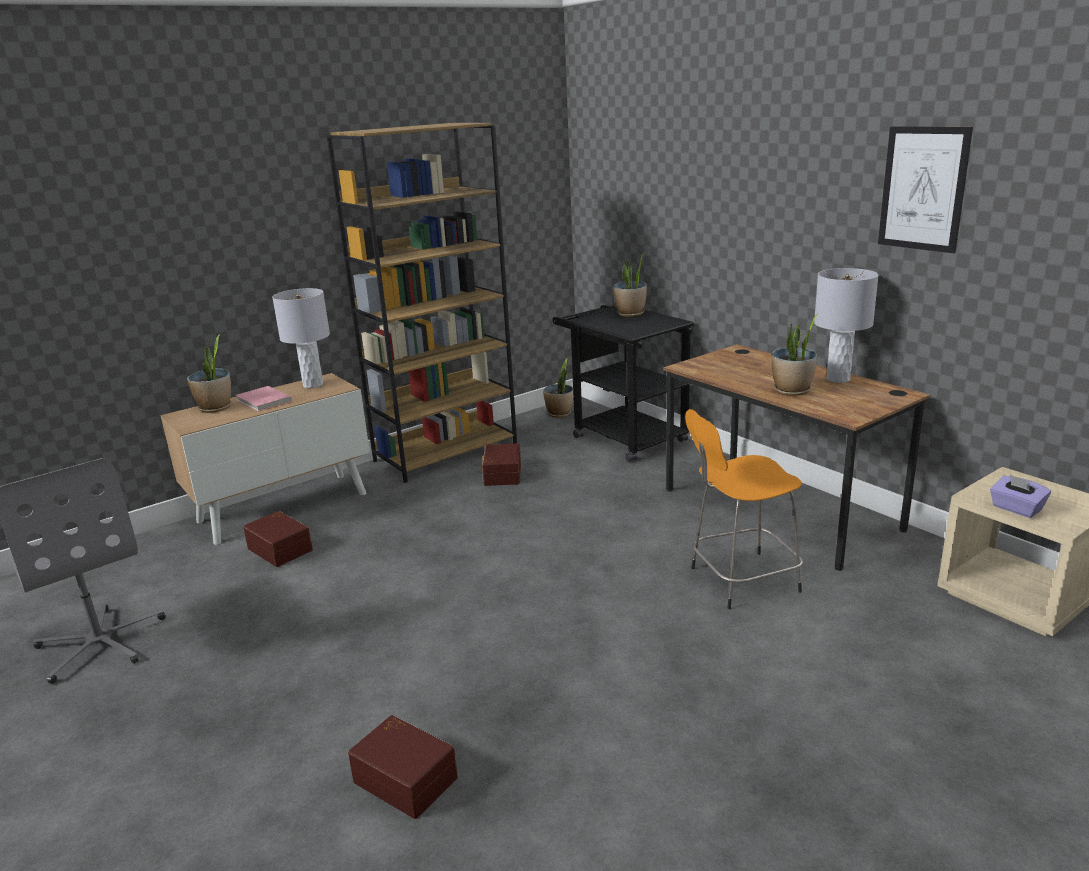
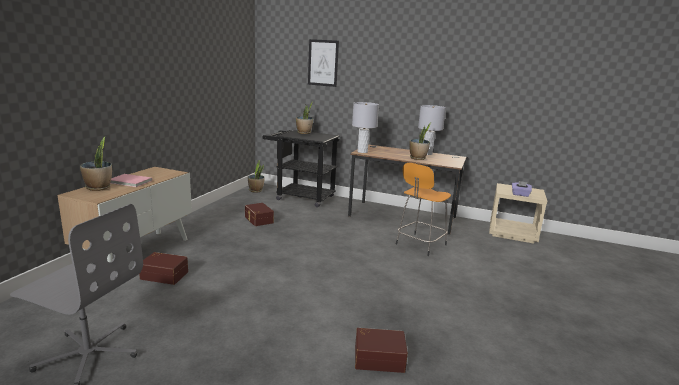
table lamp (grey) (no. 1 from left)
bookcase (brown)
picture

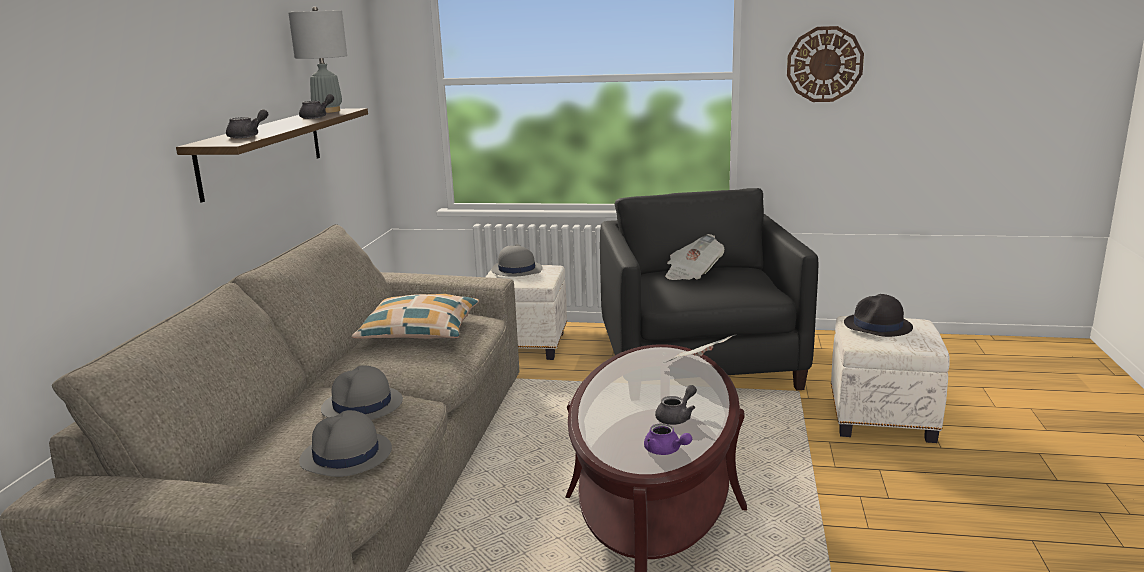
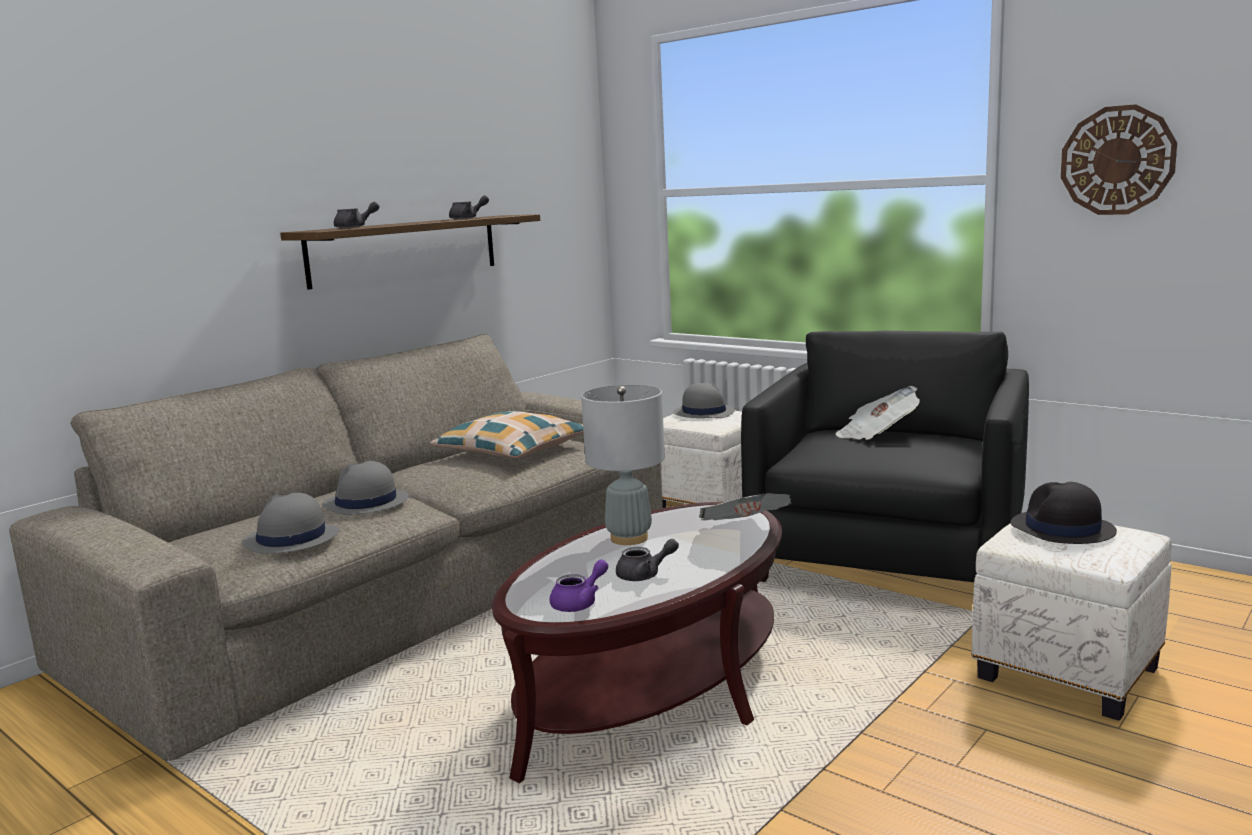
table lamp (grey)
teapot (purple)

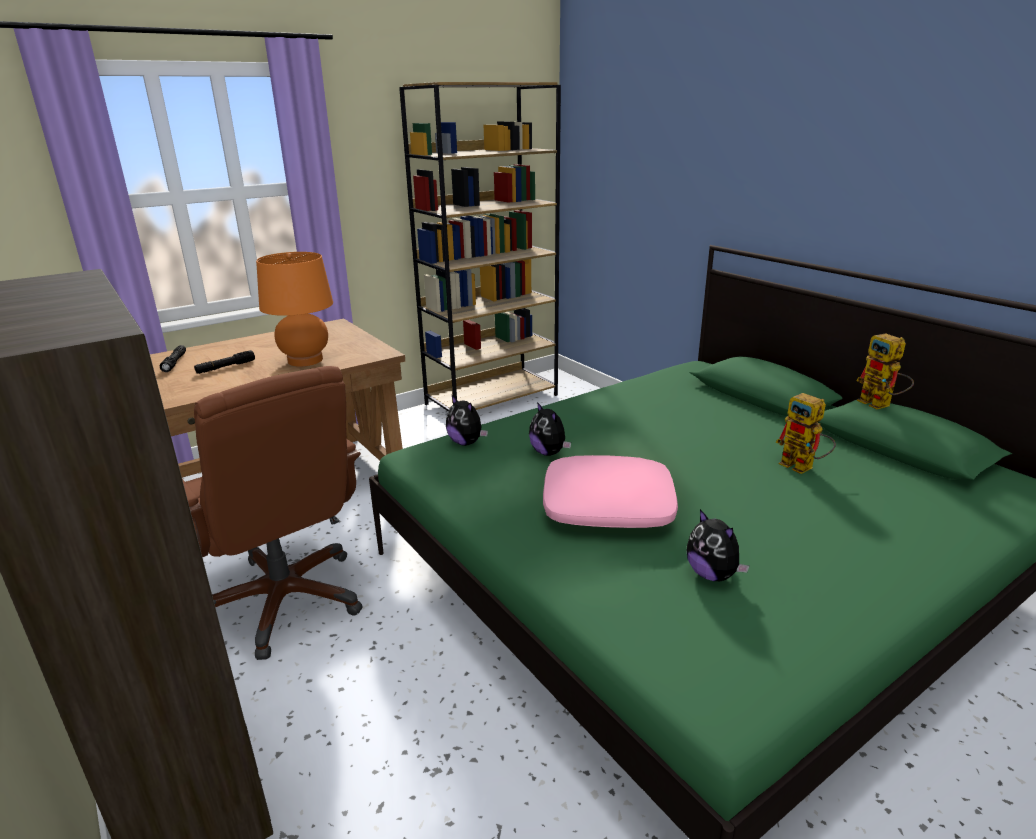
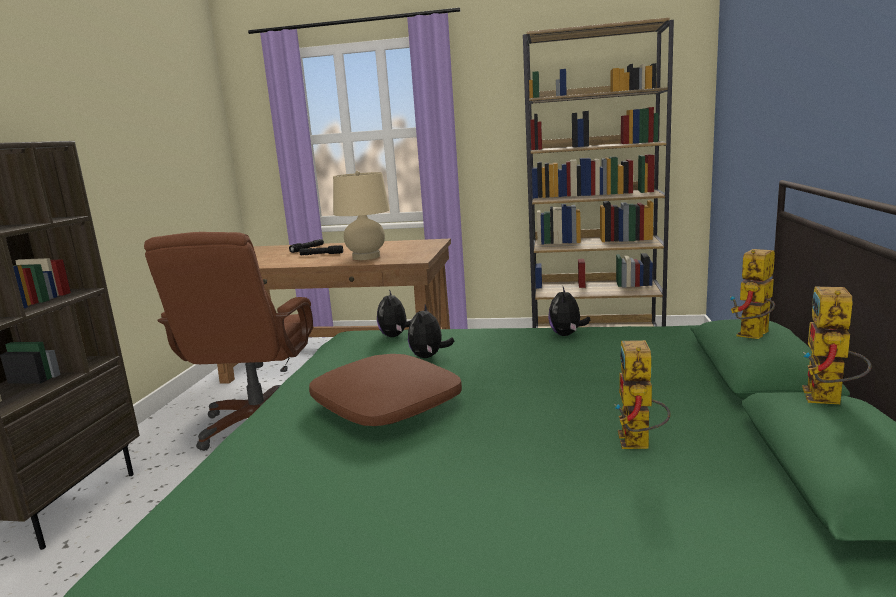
table lamp (beige)
pillow (brown)
plush toy (no. 3 from left)
toy robot (no. 2 from left)

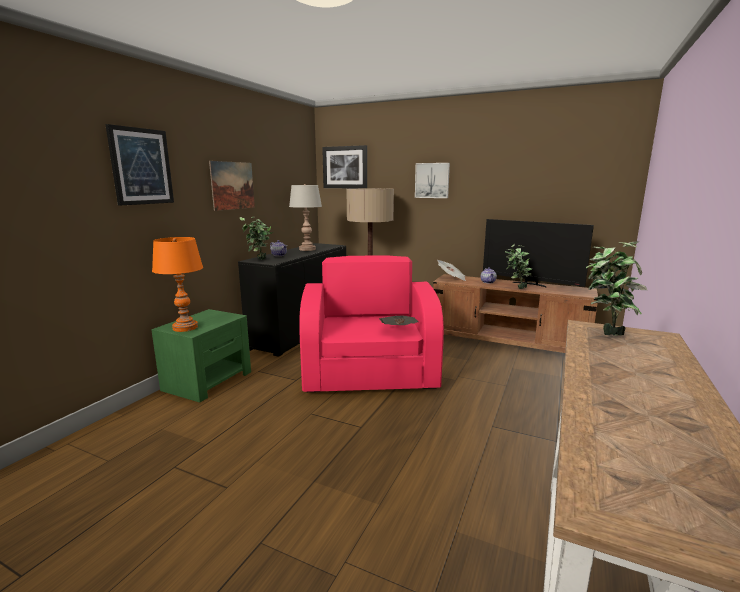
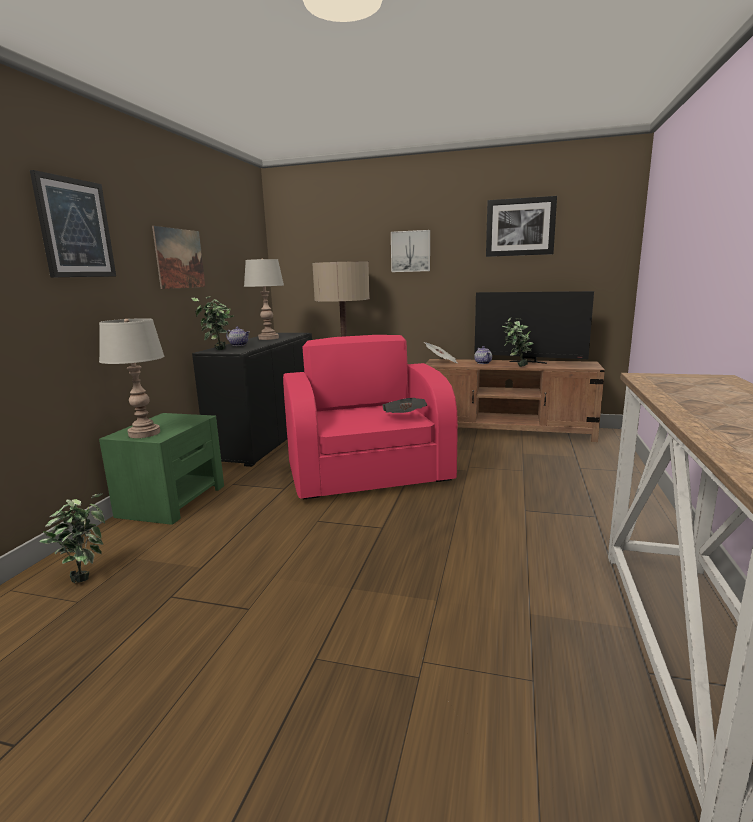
table lamp (grey) (no. 1 from left)
picture (no. 4 from left)
potted plant (no. 1 from left)

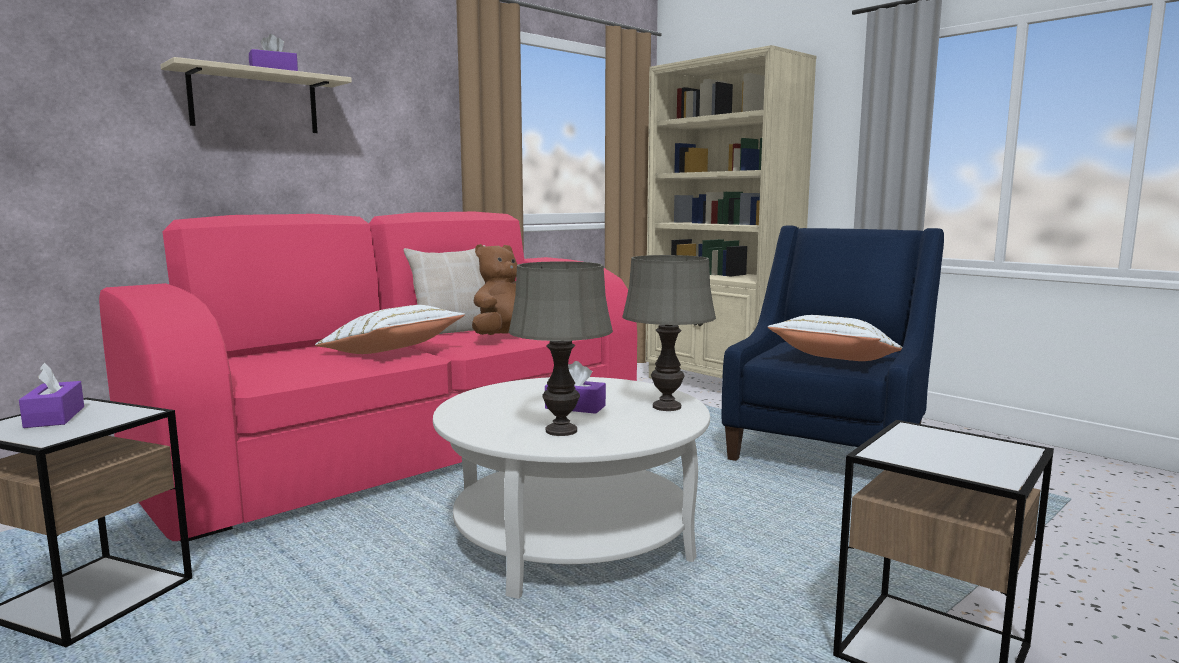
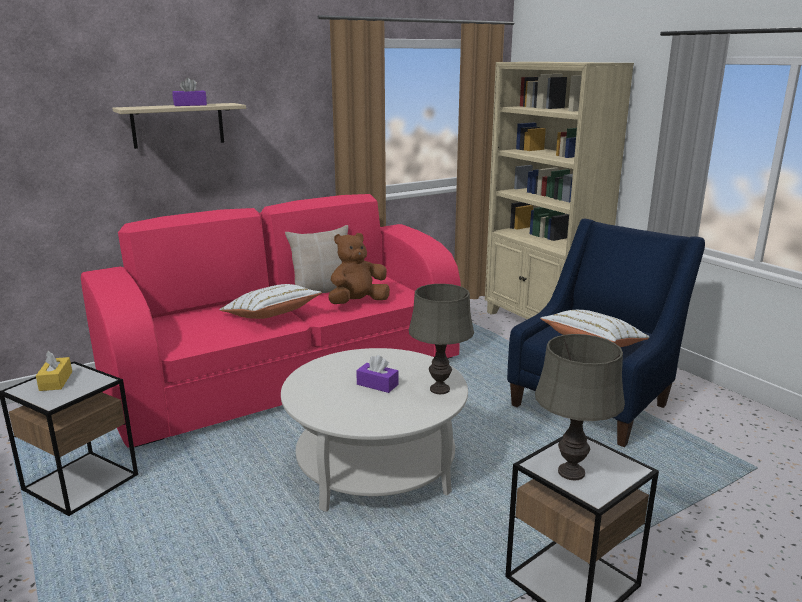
tissue box (yellow)
table lamp (grey) (no. 2 from left)

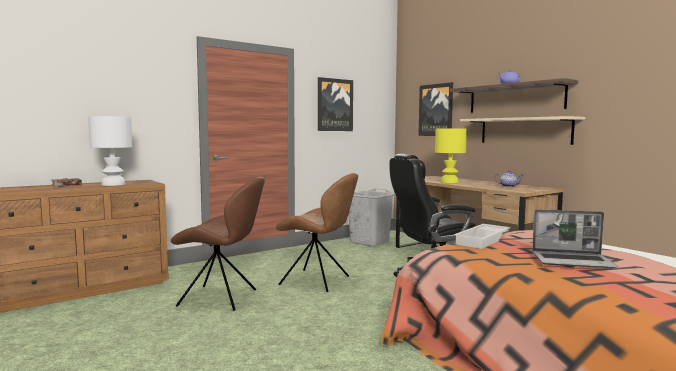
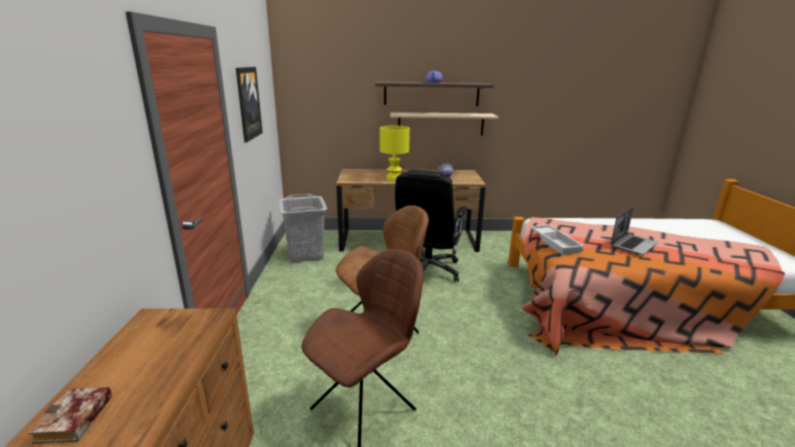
table lamp (white)
picture (no. 2 from left in the first image)

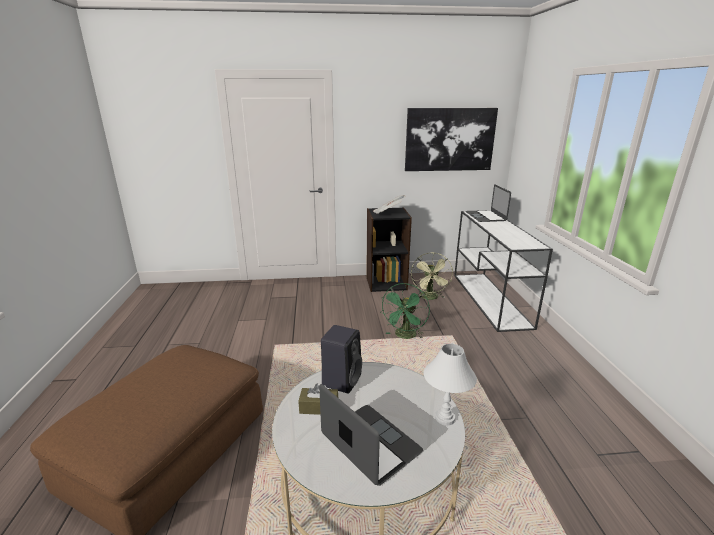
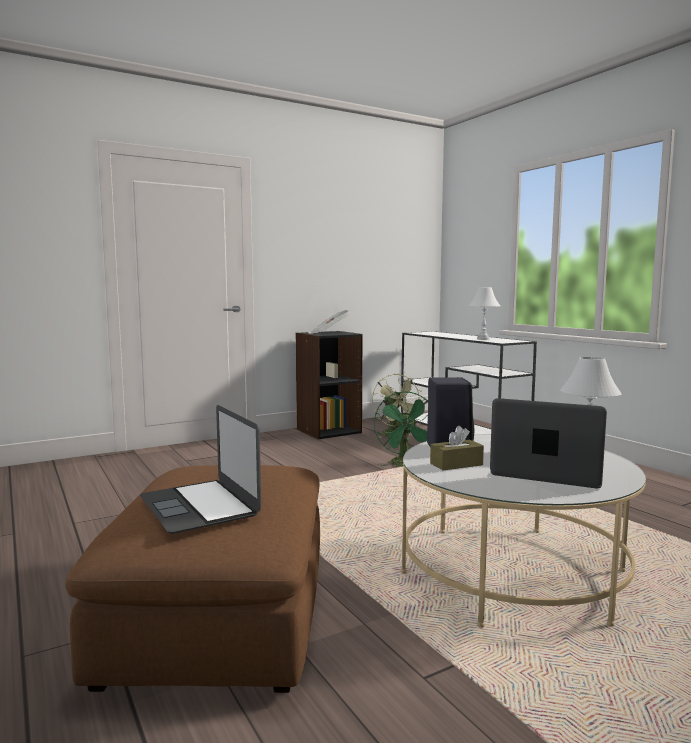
picture
laptop (no. 1 from left)
table lamp (white) (no. 1 from left)

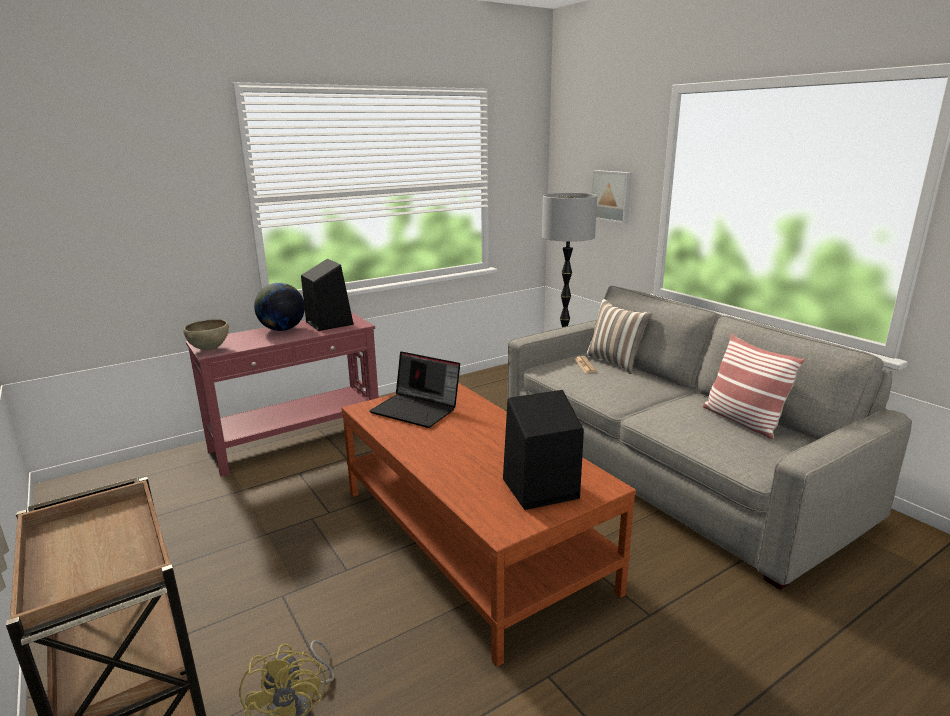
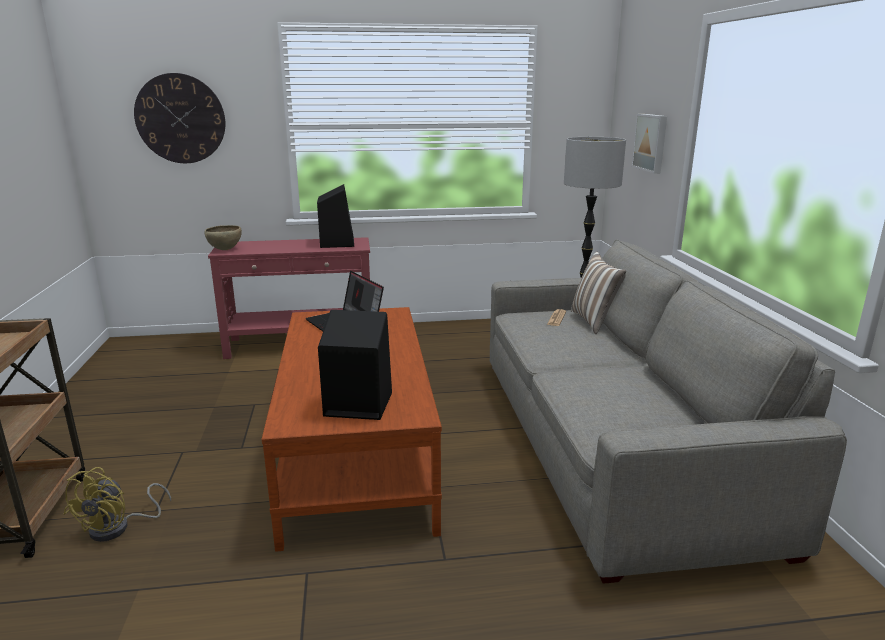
globe
pillow (no. 2 from left in the first image)
wall clock

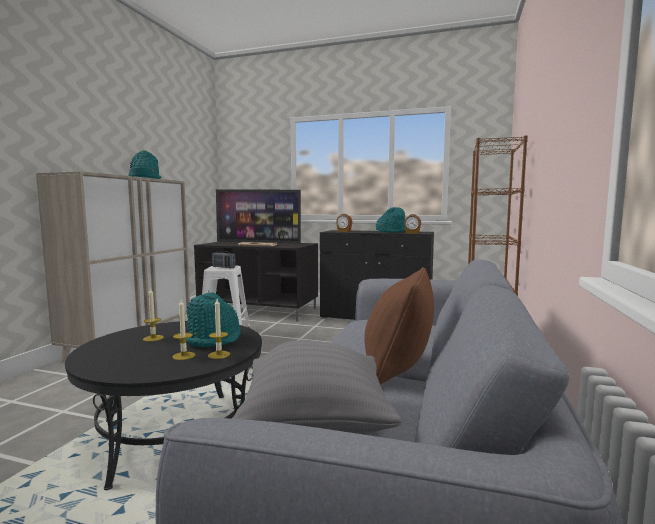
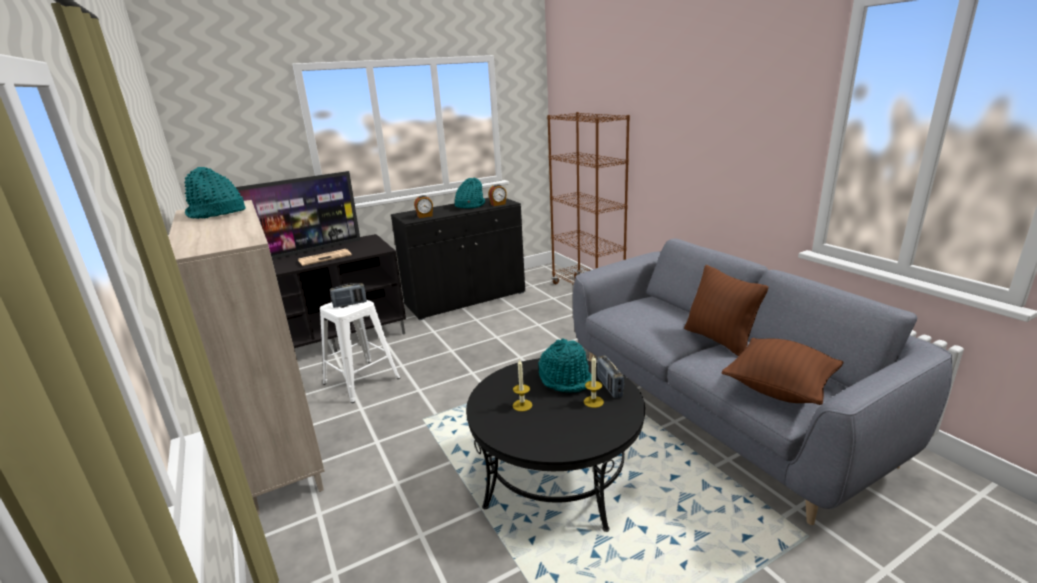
radio (no. 2 from left)
pillow (brown) (no. 2 from left)

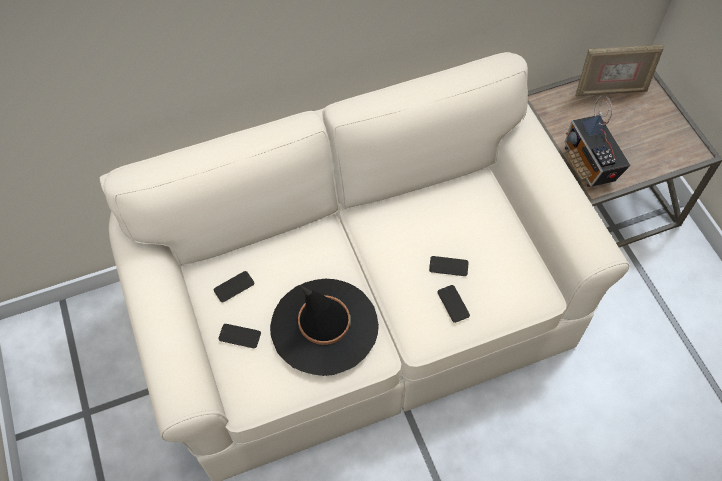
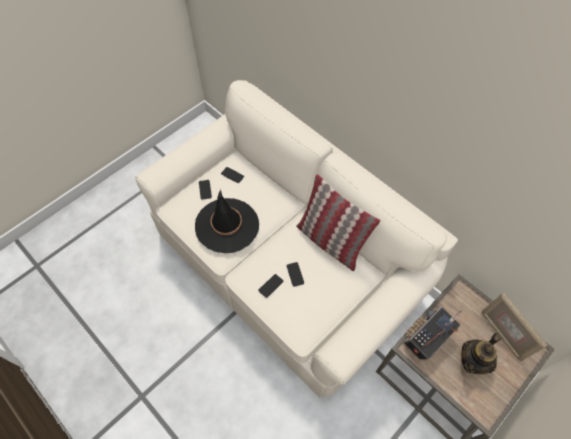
pillow
teapot

